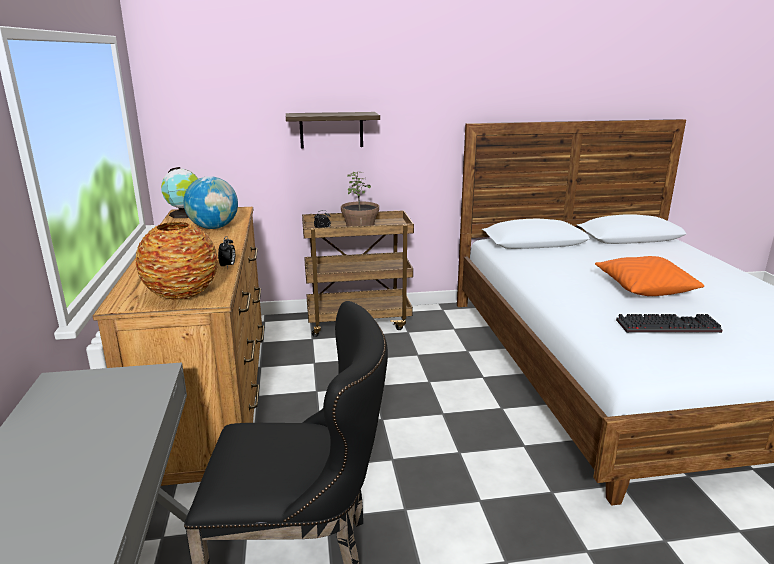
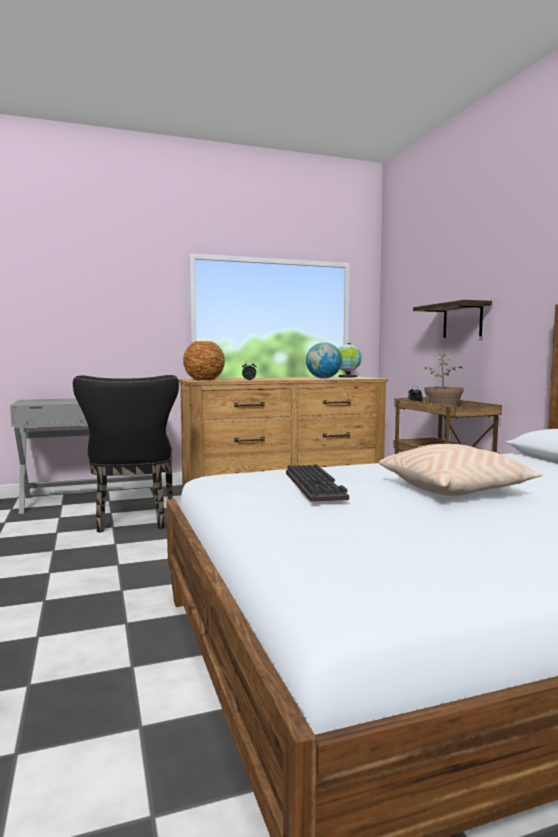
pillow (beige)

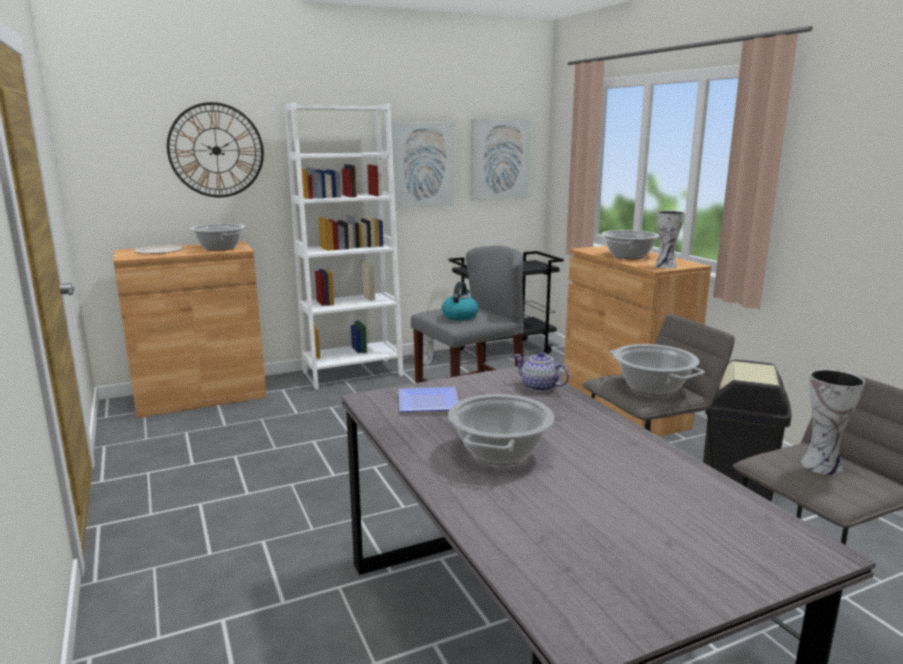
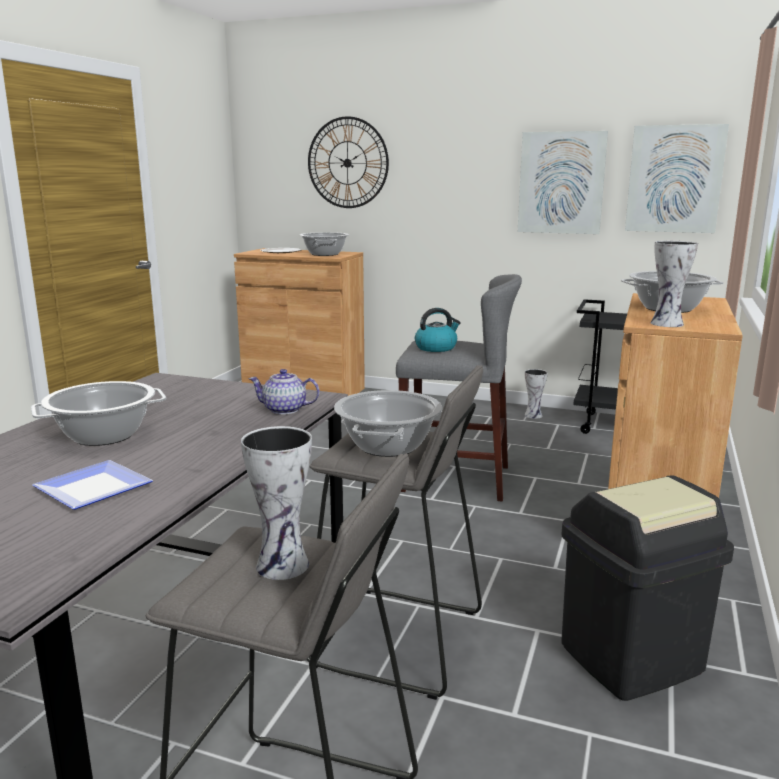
bookcase (white)
plate (no. 1 from left)
teapot

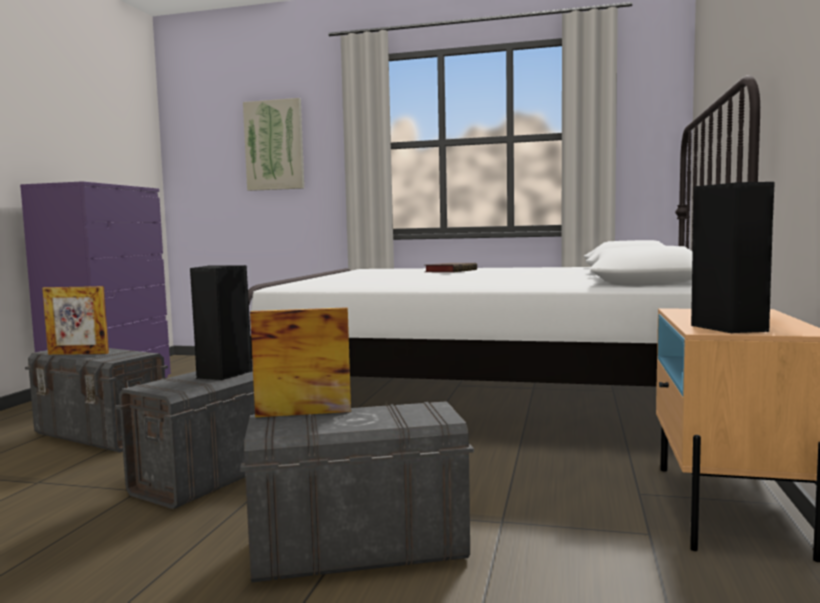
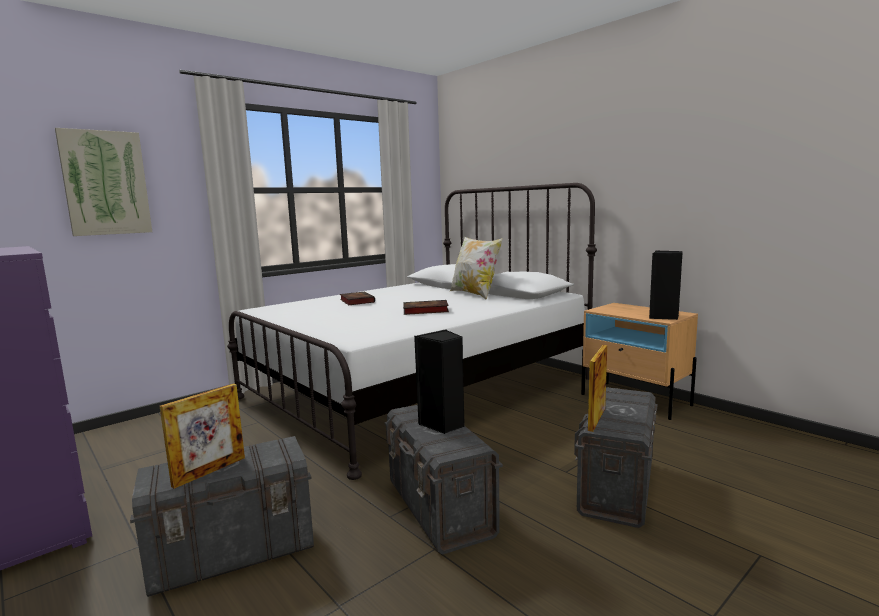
book (no. 2 from left)
pillow

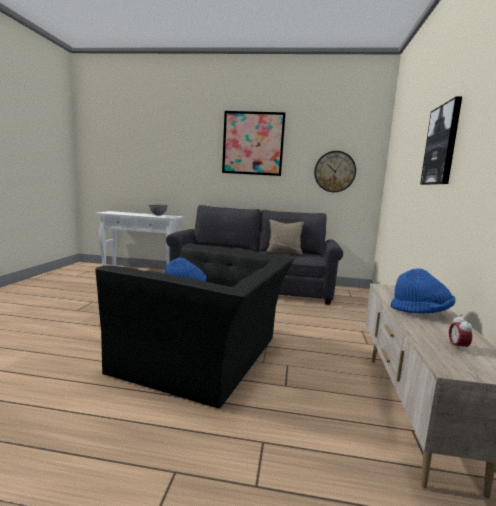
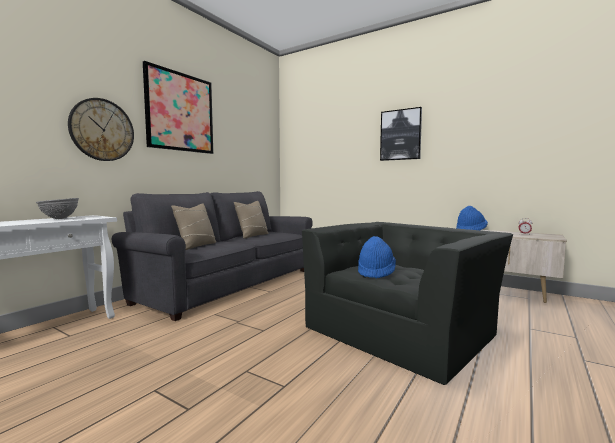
wall clock
pillow (beige) (no. 1 from left)

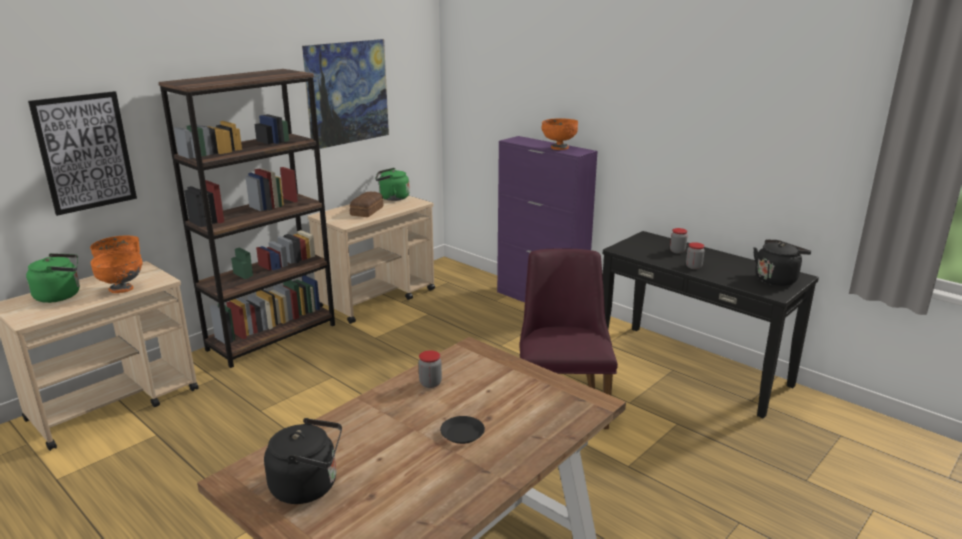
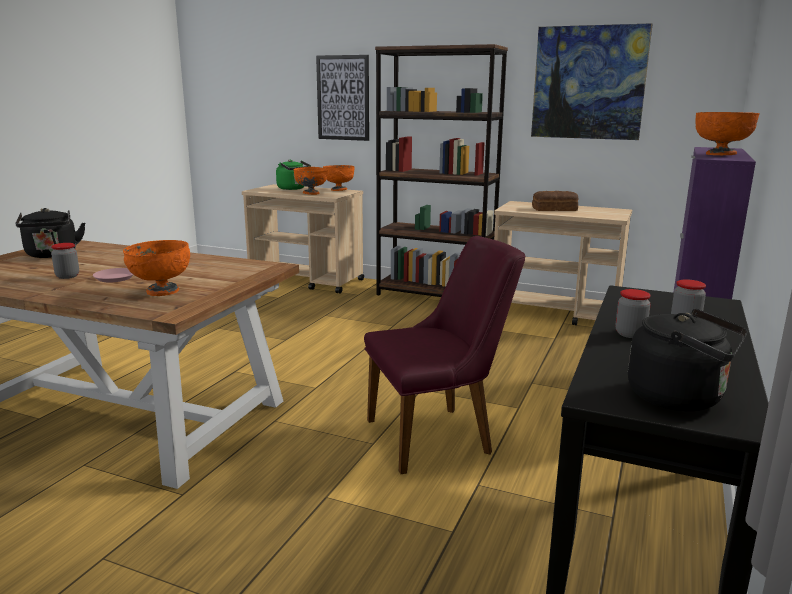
kettle (green) (no. 2 from left in the first image)
jar (no. 1 from left)
plate (pink)
bowl (orange) (no. 1 from left)

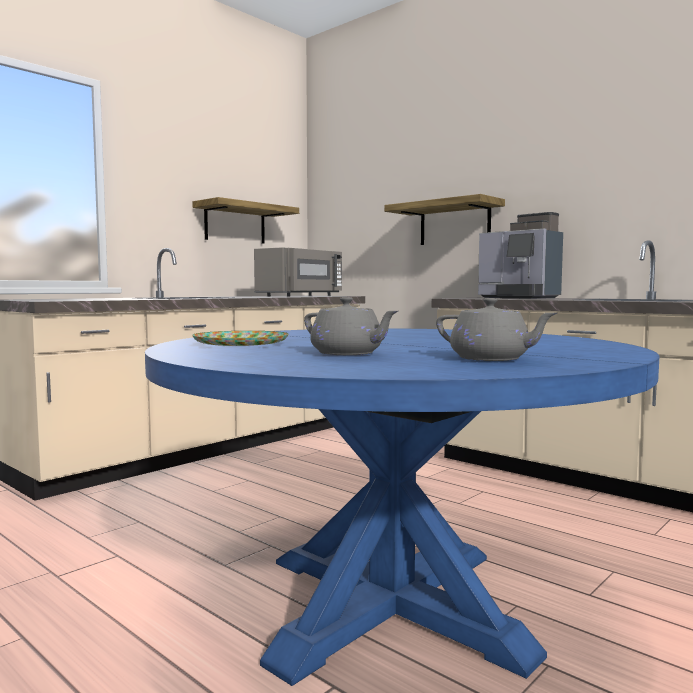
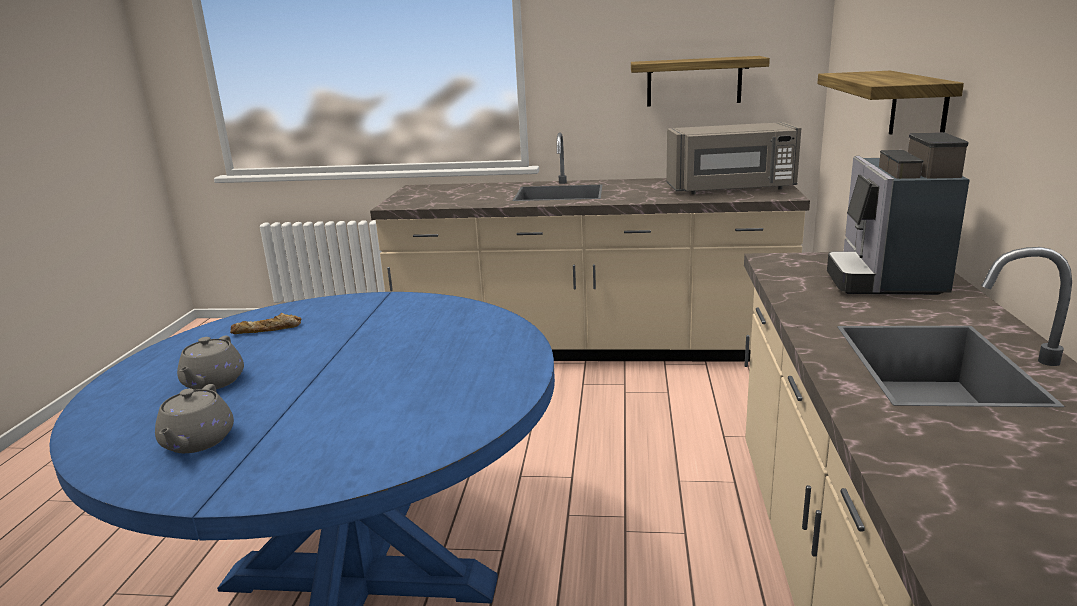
bread

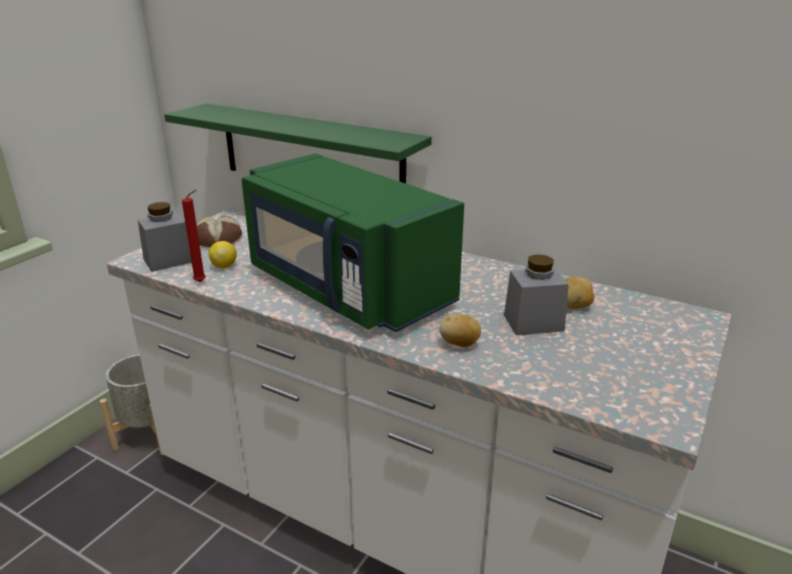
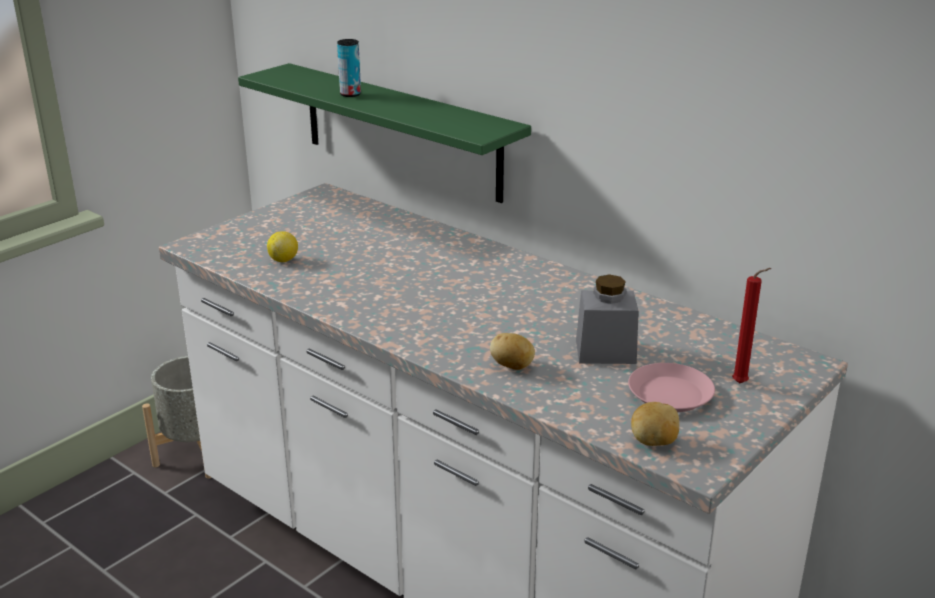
jar (grey) (no. 1 from left in the first image)
candle (red)
bread
microwave (green)
potato (no. 2 from left)
can
plate (pink)

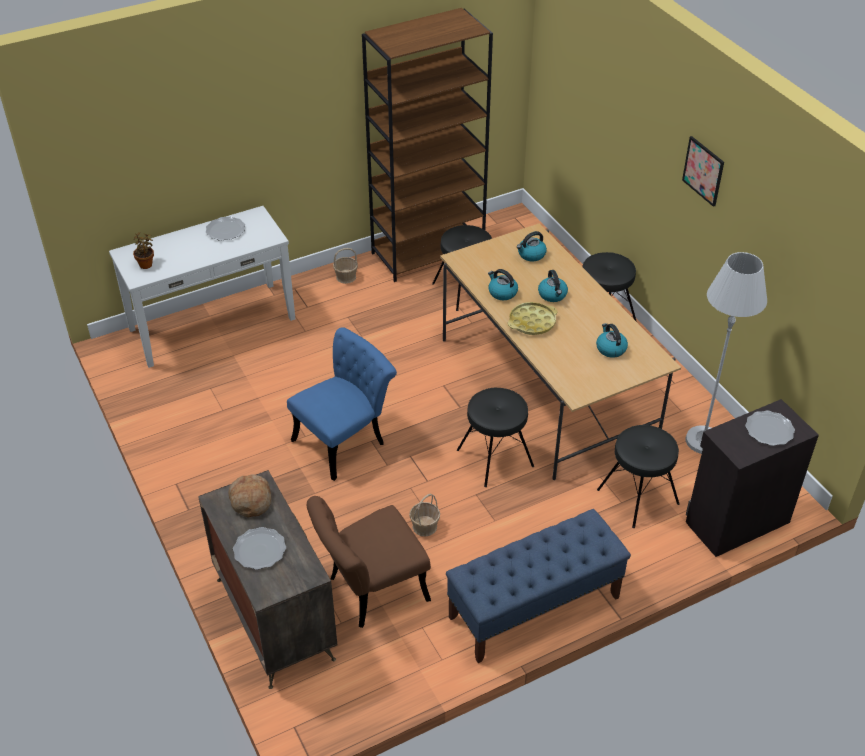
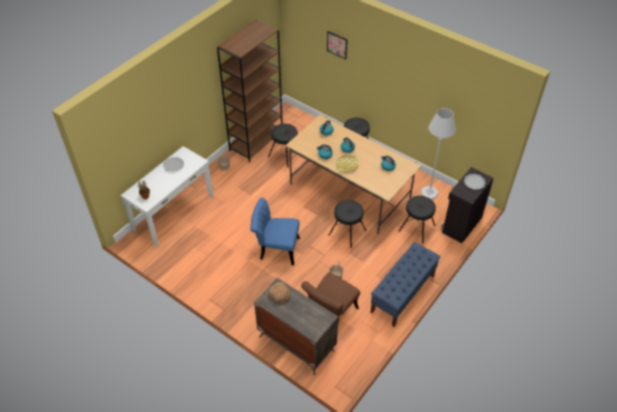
plate (no. 2 from left in the first image)
chair (blue)
picture

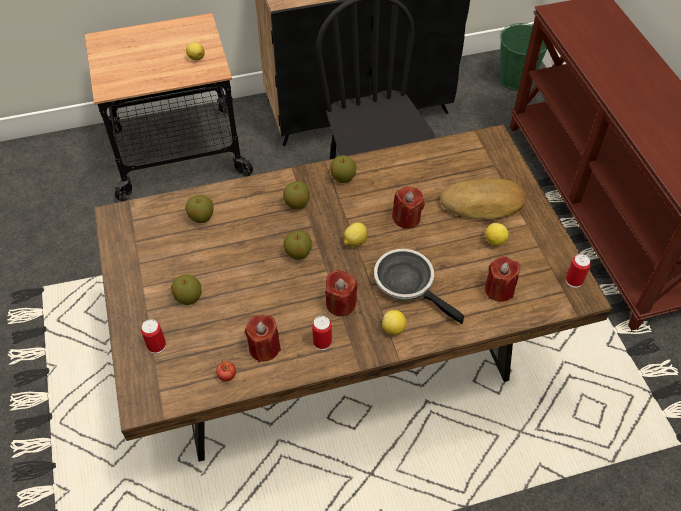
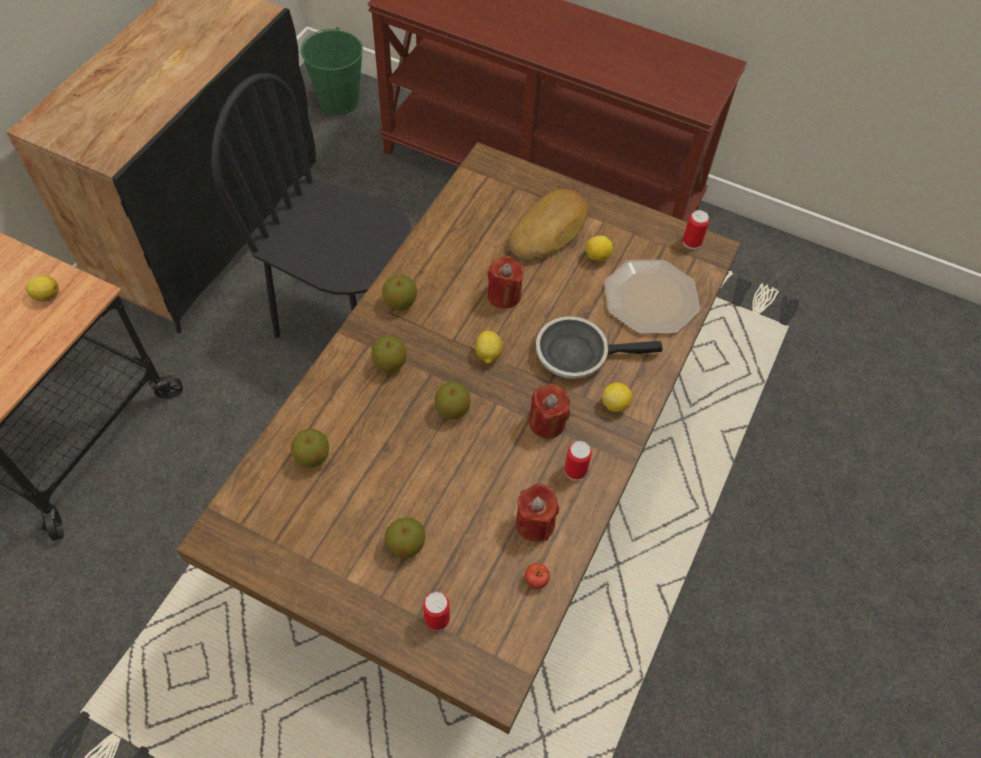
plate

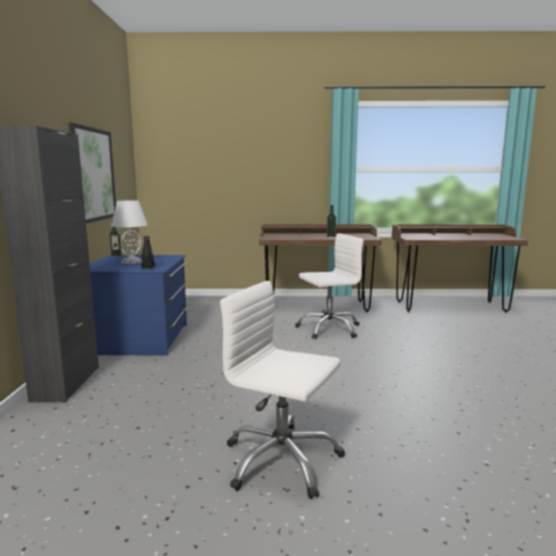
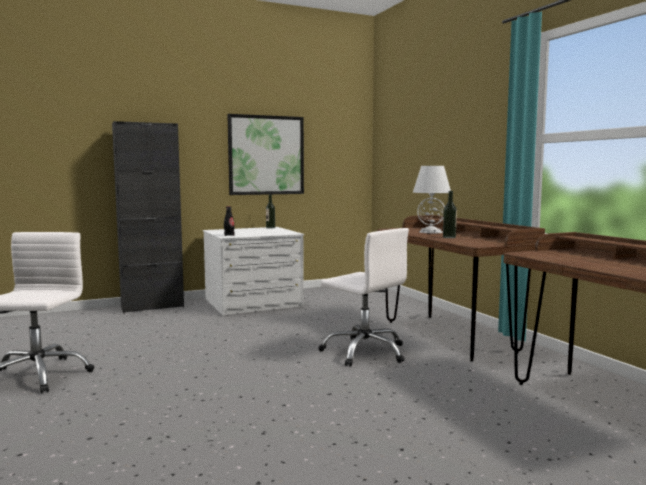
dresser (white)
table lamp (white)

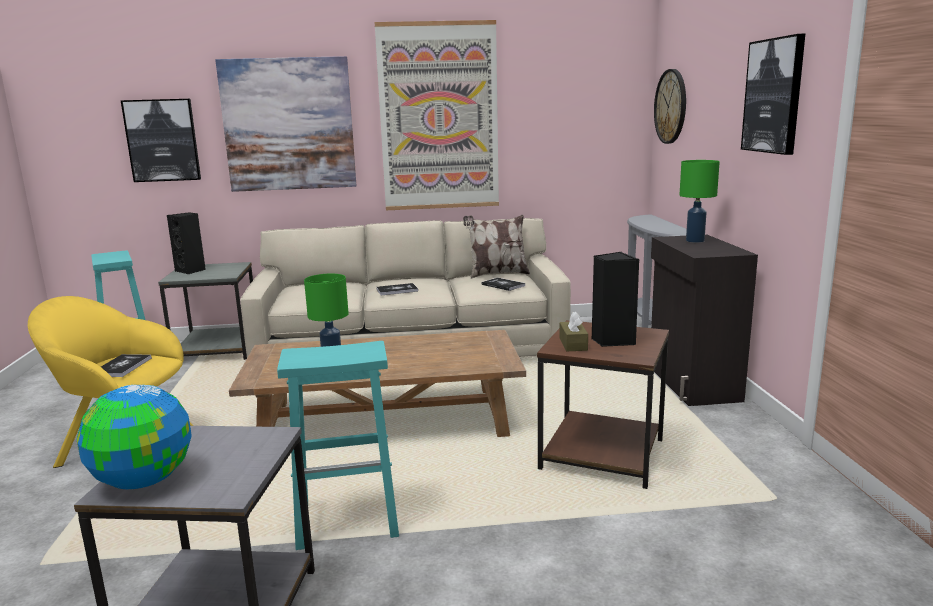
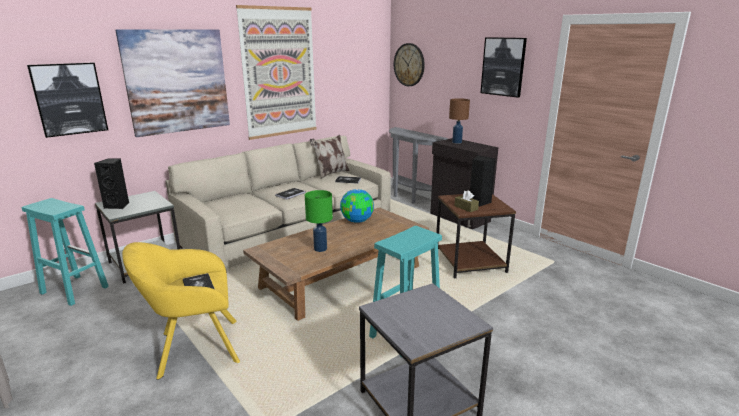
globe
table lamp (brown)

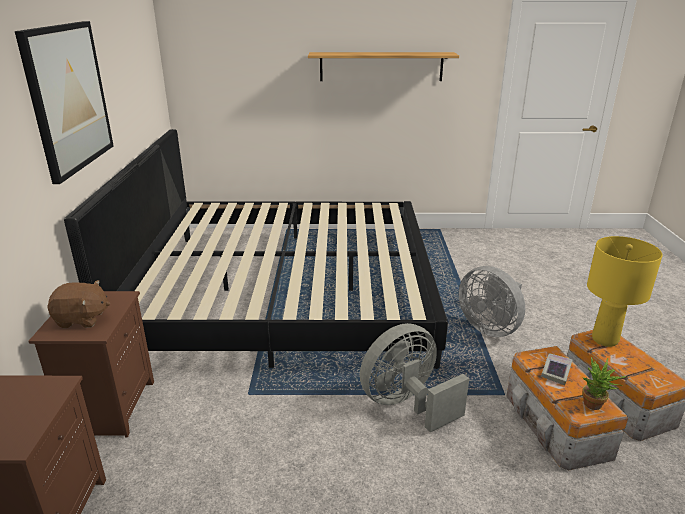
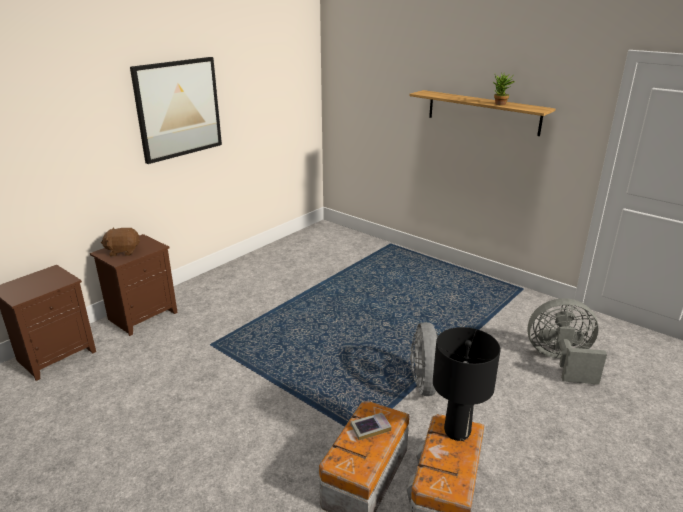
plush toy (brown)
bed
fan (grey) (no. 2 from left)
potted plant
table lamp (black)

